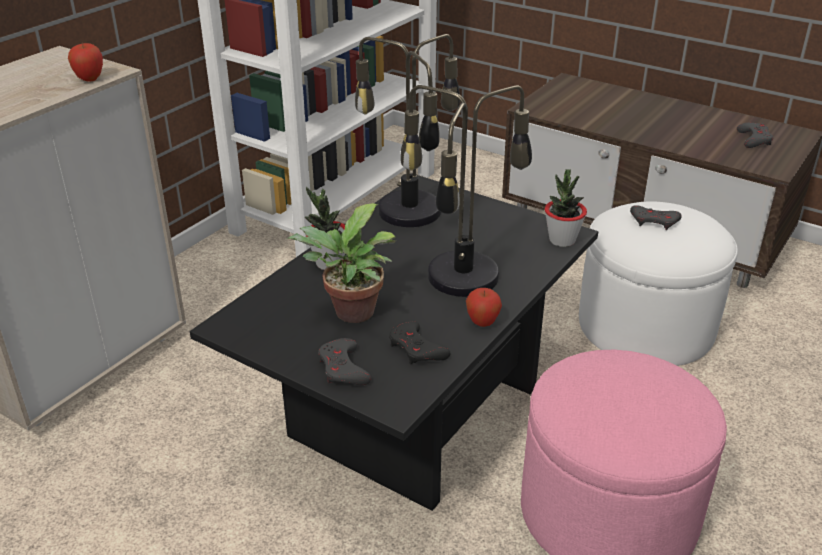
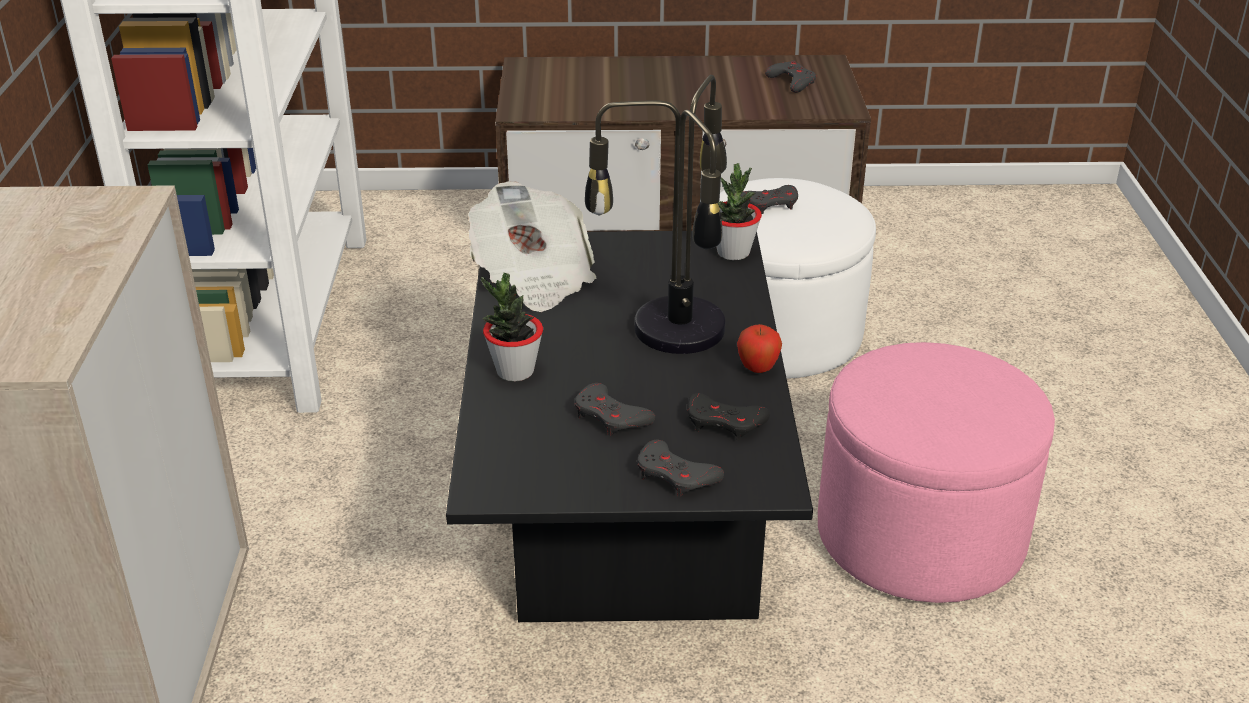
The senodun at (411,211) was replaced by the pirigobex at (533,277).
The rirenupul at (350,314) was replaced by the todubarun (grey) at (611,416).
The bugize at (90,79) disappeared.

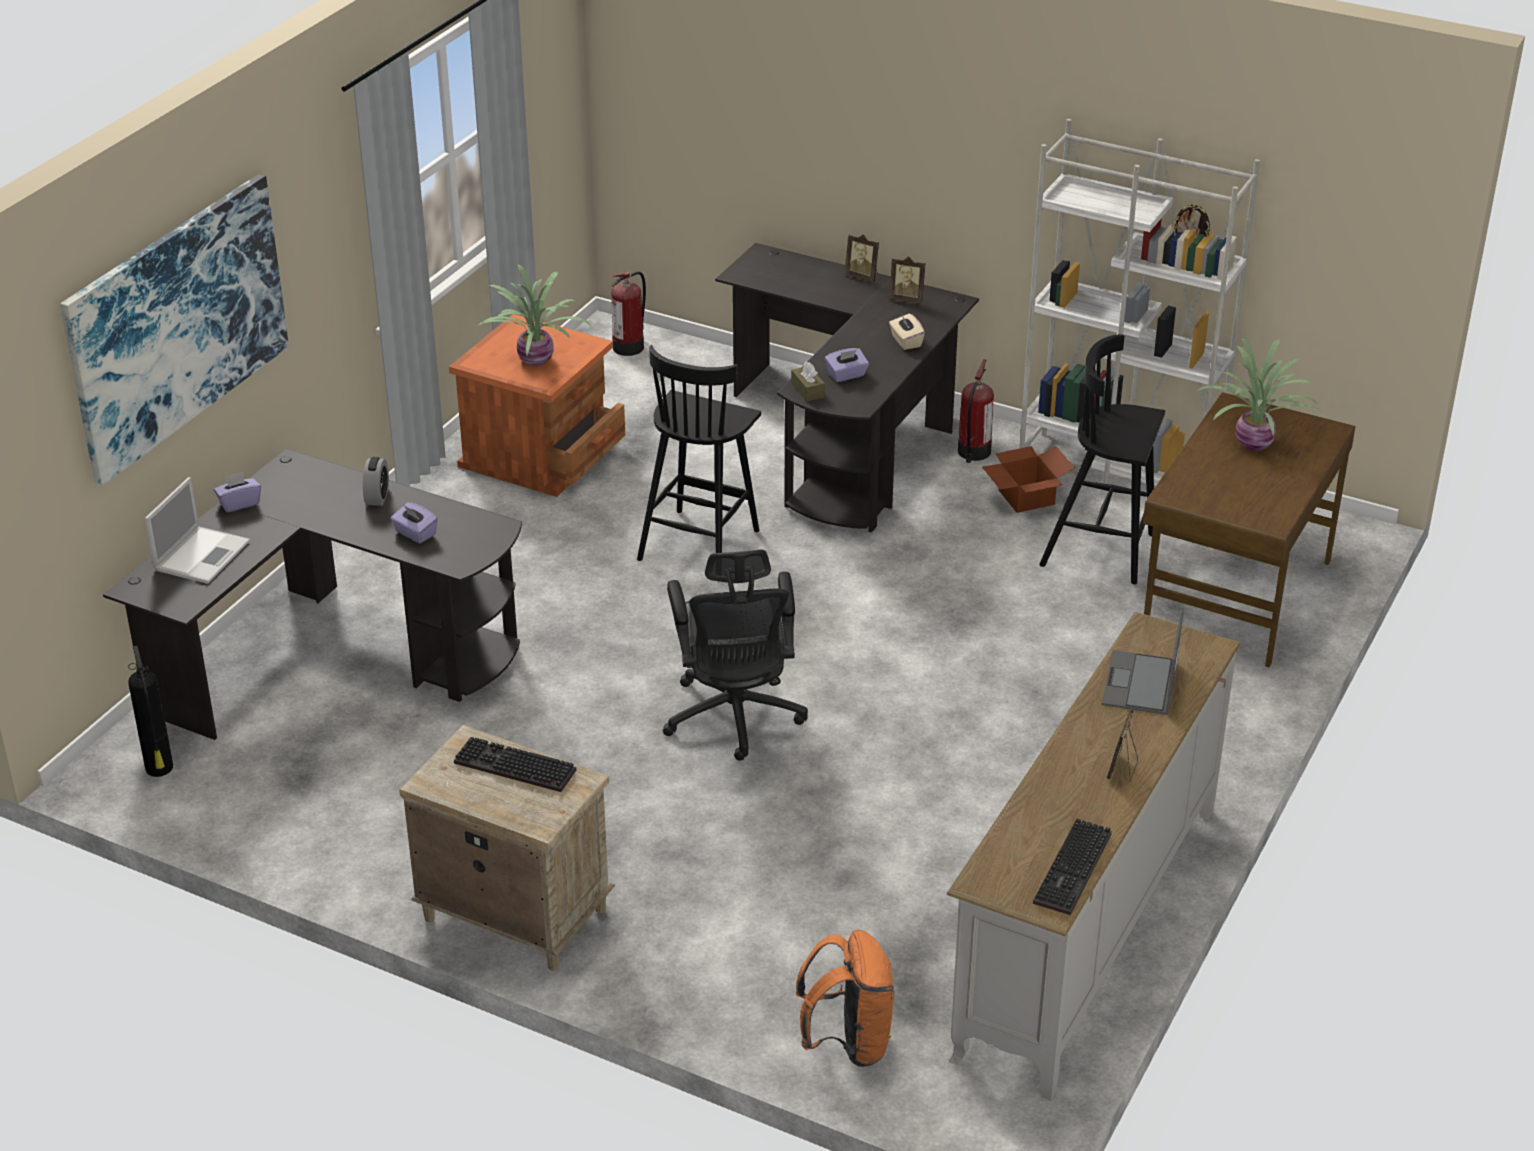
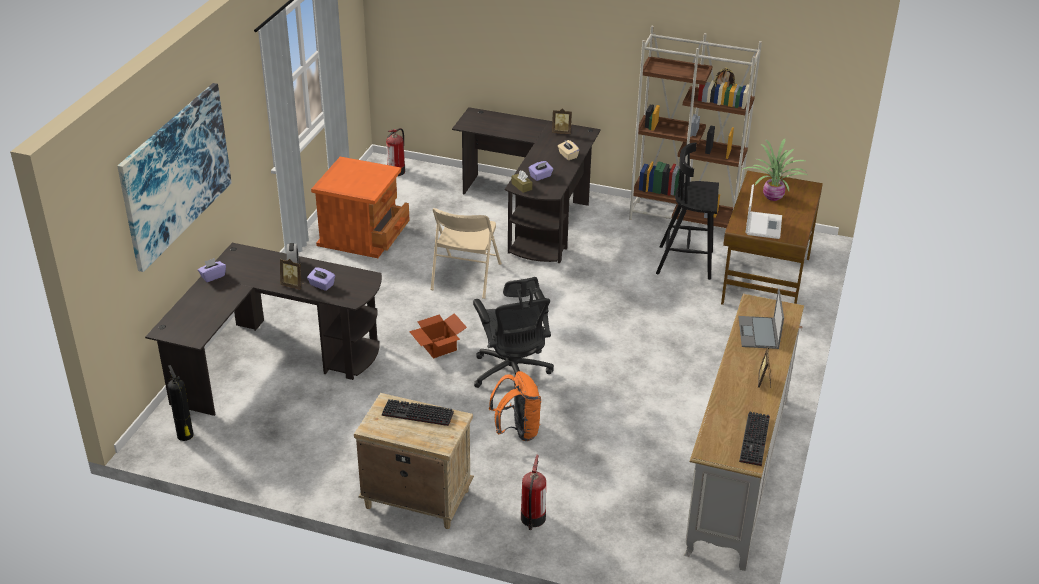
The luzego moved from (863,276) to (293,285).
The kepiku moved from (1024,497) to (437,347).
The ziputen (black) at (700,542) was replaced by the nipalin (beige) at (466,277).
The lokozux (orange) moved from (848,1043) to (517,431).
The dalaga moved from (973,452) to (532,519).
The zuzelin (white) at (1118,472) became the zuzelin (brown) at (684,219).
The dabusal moved from (203,554) to (763,225).
The rirenupul at (534,361) disappeared.

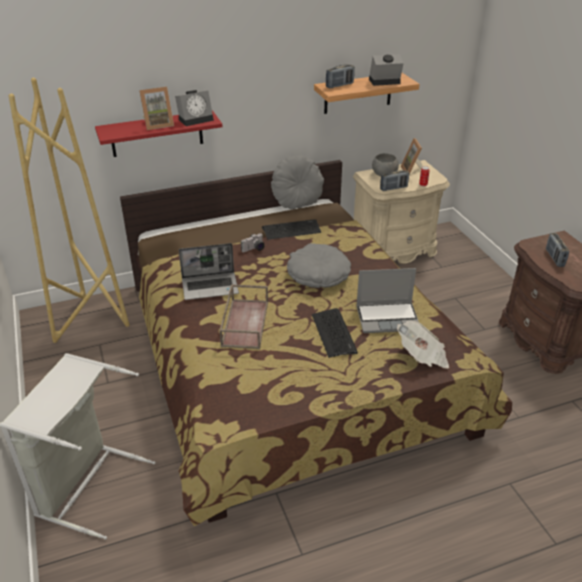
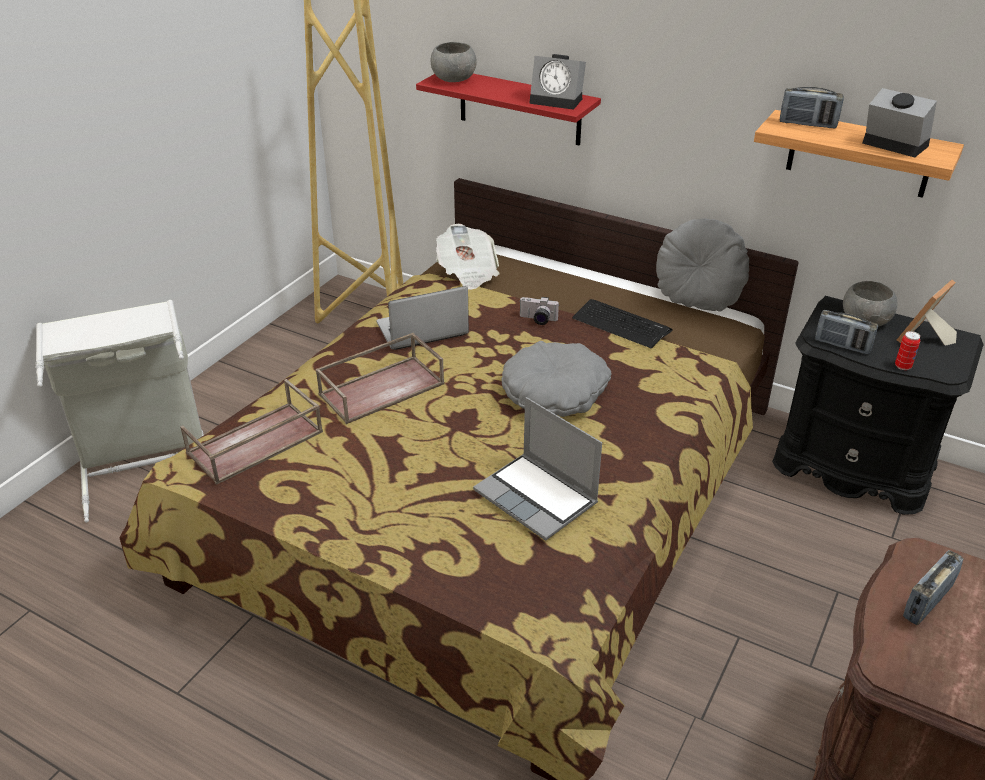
The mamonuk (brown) at (255,444) appeared.
The dabusal at (210,286) turned 120 degrees clockwise.
The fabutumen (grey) at (454,79) appeared.
The pirigobex moved from (422,356) to (468,272).
The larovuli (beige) at (395,250) became the larovuli (black) at (853,468).
The luzego at (158,124) disappeared.
The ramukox at (334,333) disappeared.

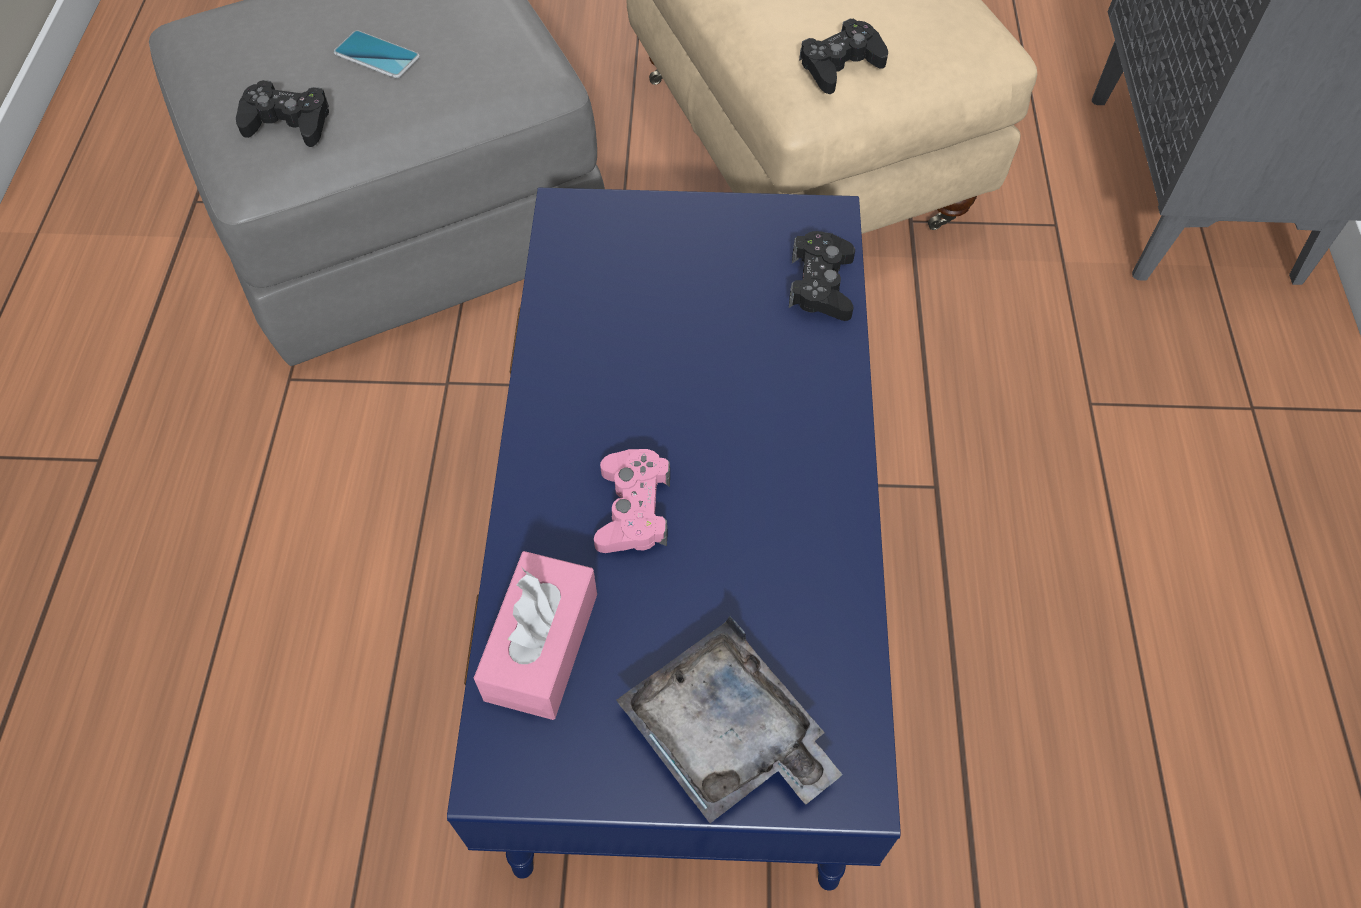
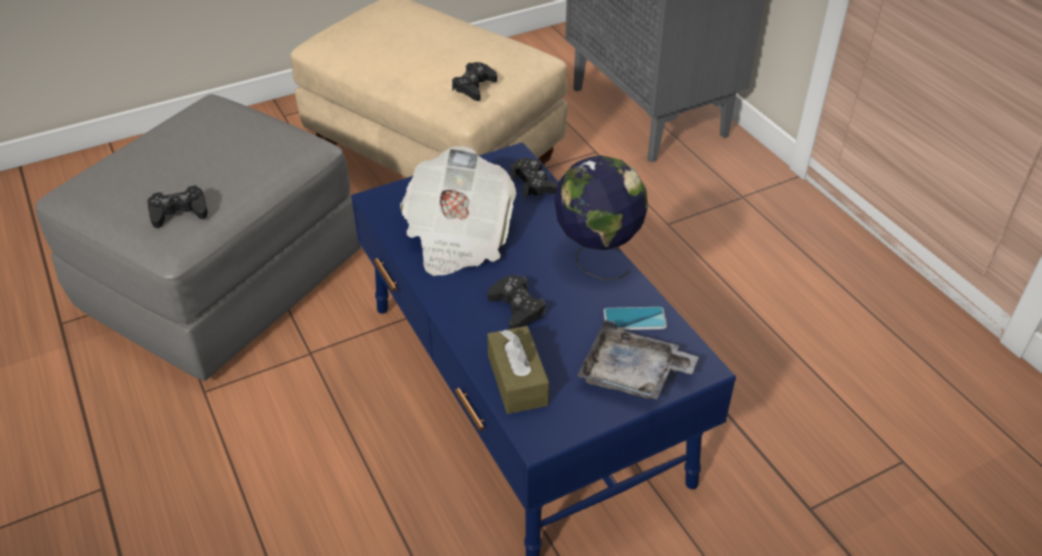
The pirigobex at (458,237) appeared.
The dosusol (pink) at (541,646) became the dosusol (brown) at (517,380).
The todubarun (pink) at (633,509) became the todubarun (black) at (516,308).
The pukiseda at (596,256) appeared.
The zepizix moved from (377,56) to (634,319).

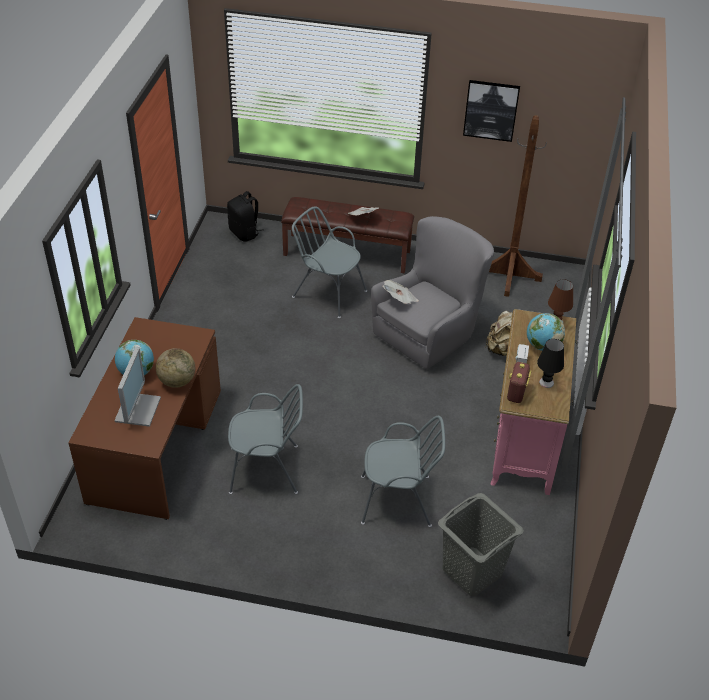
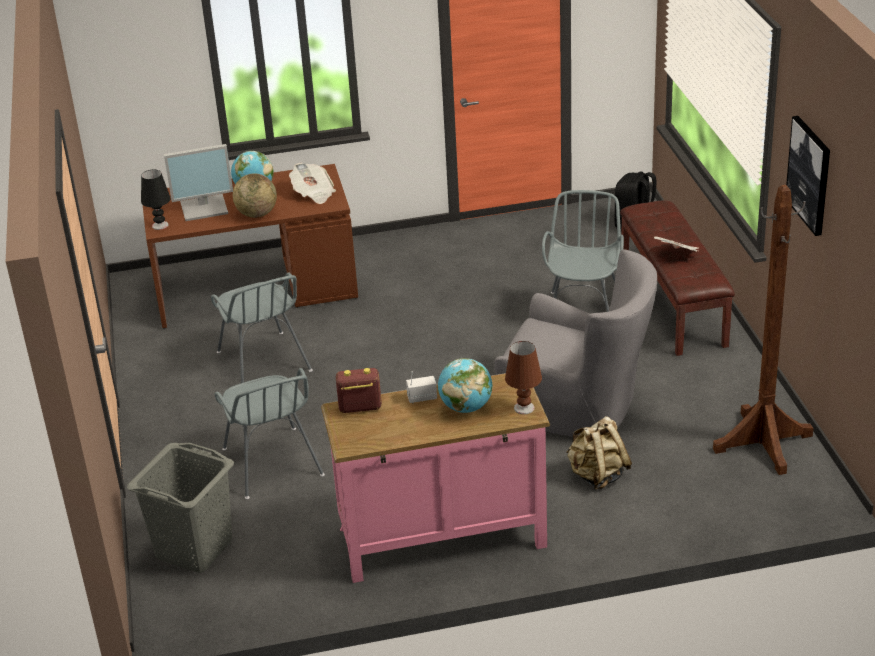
The senodun (black) moved from (546,382) to (160,225).
The pirigobex moved from (400,300) to (313,194).

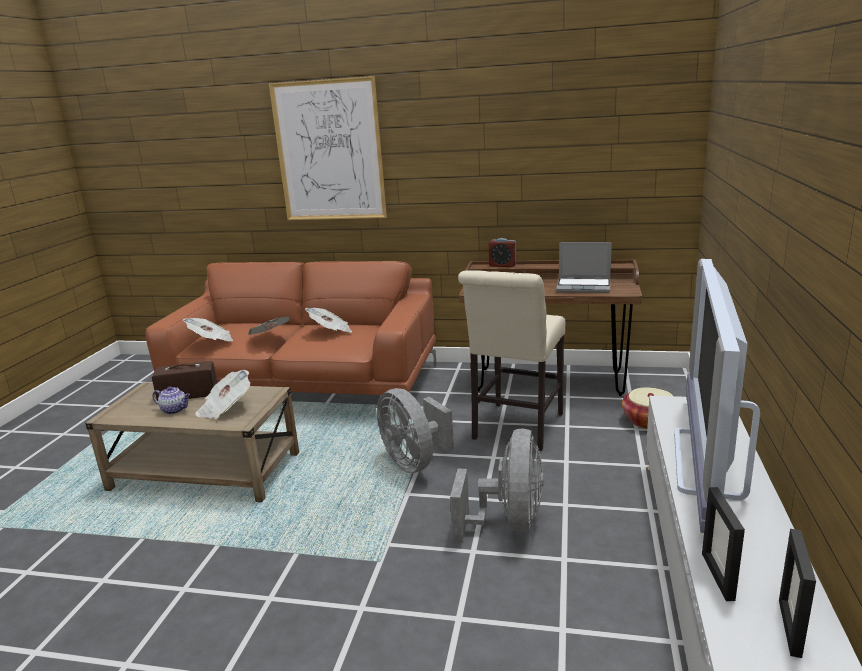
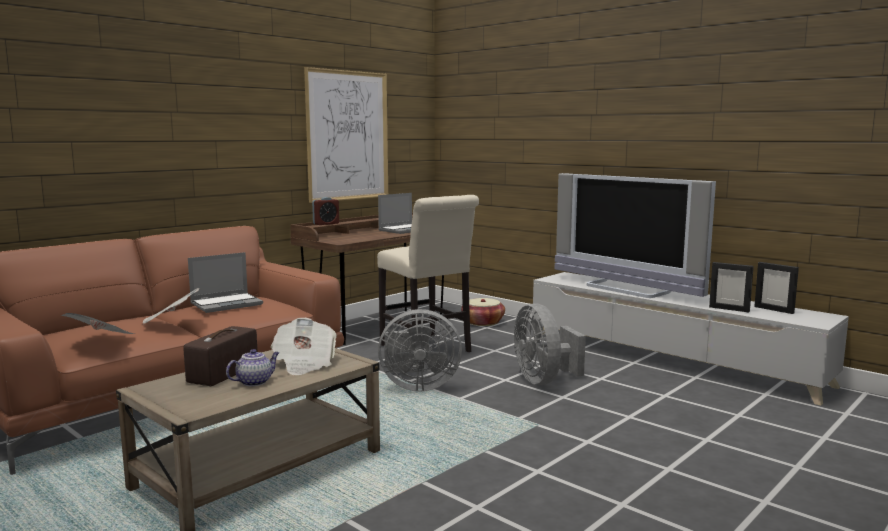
The pirigobex at (331,331) was replaced by the dabusal at (227,304).
The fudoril moved from (329,151) to (347,136).
The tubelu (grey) at (509,522) turned 150 degrees counterclockwise.

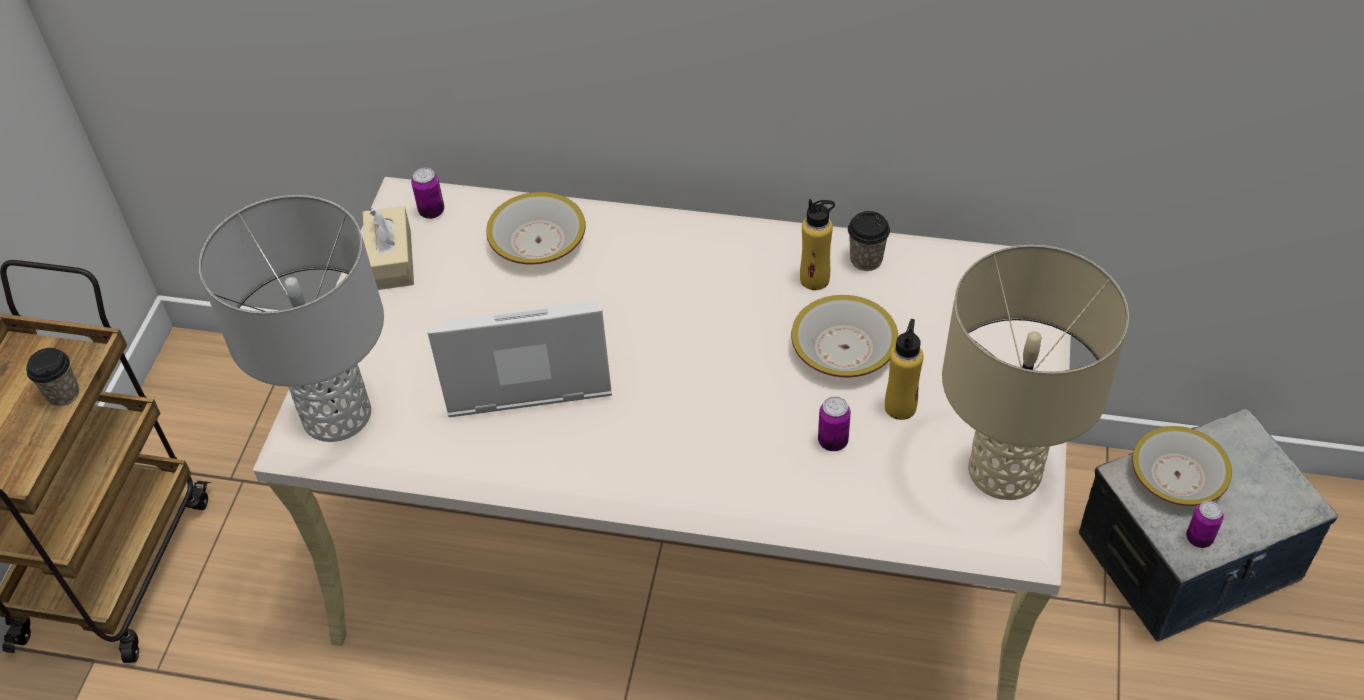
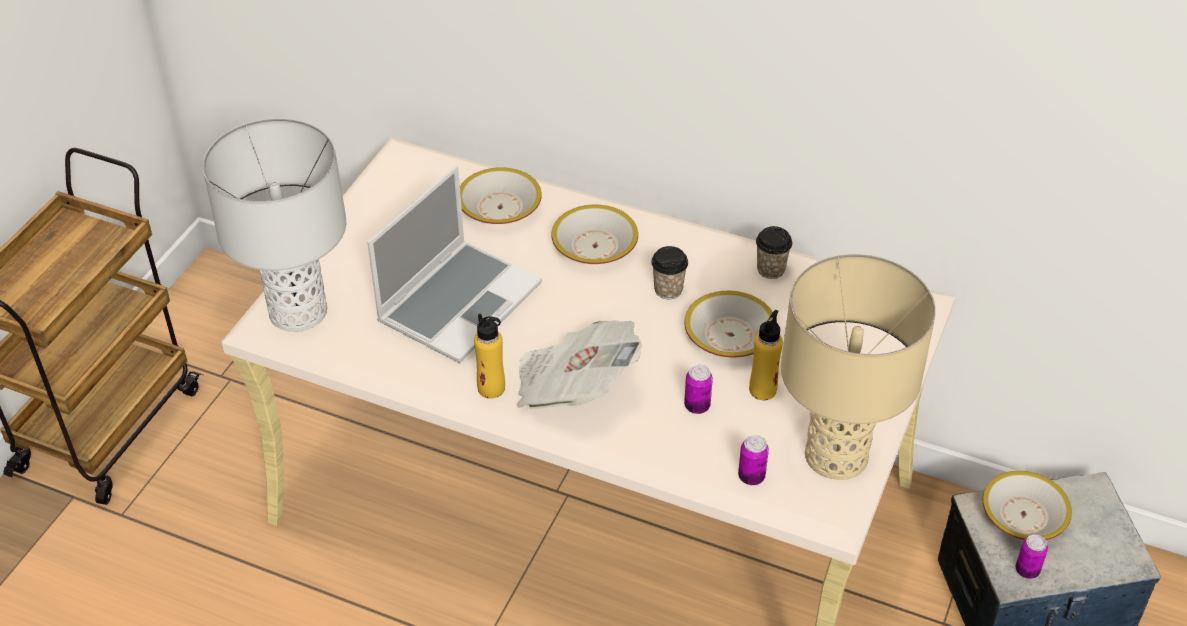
The dabusal at (524,365) turned 120 degrees clockwise.
The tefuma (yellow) moved from (815,279) to (491,388).
The pirigobex at (574,387) appeared.
The fabutumen at (595,247) appeared.
The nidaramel moved from (63,394) to (668,290).
The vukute moved from (431,211) to (751,477).
The dosusol (beige) at (391,259) disappeared.

